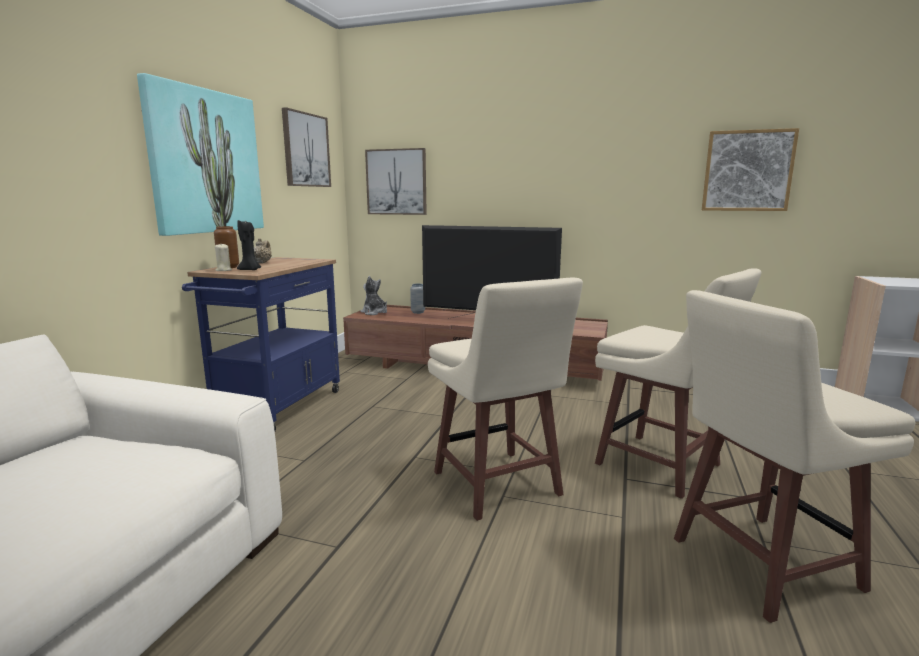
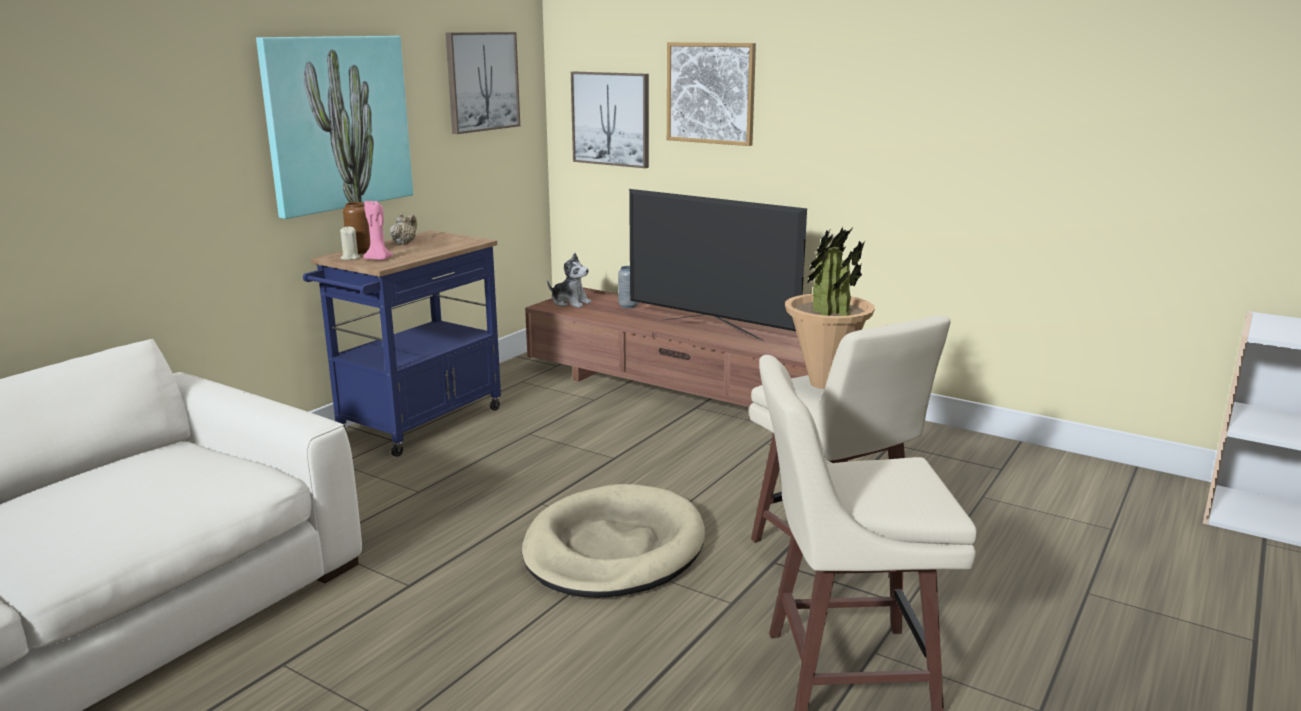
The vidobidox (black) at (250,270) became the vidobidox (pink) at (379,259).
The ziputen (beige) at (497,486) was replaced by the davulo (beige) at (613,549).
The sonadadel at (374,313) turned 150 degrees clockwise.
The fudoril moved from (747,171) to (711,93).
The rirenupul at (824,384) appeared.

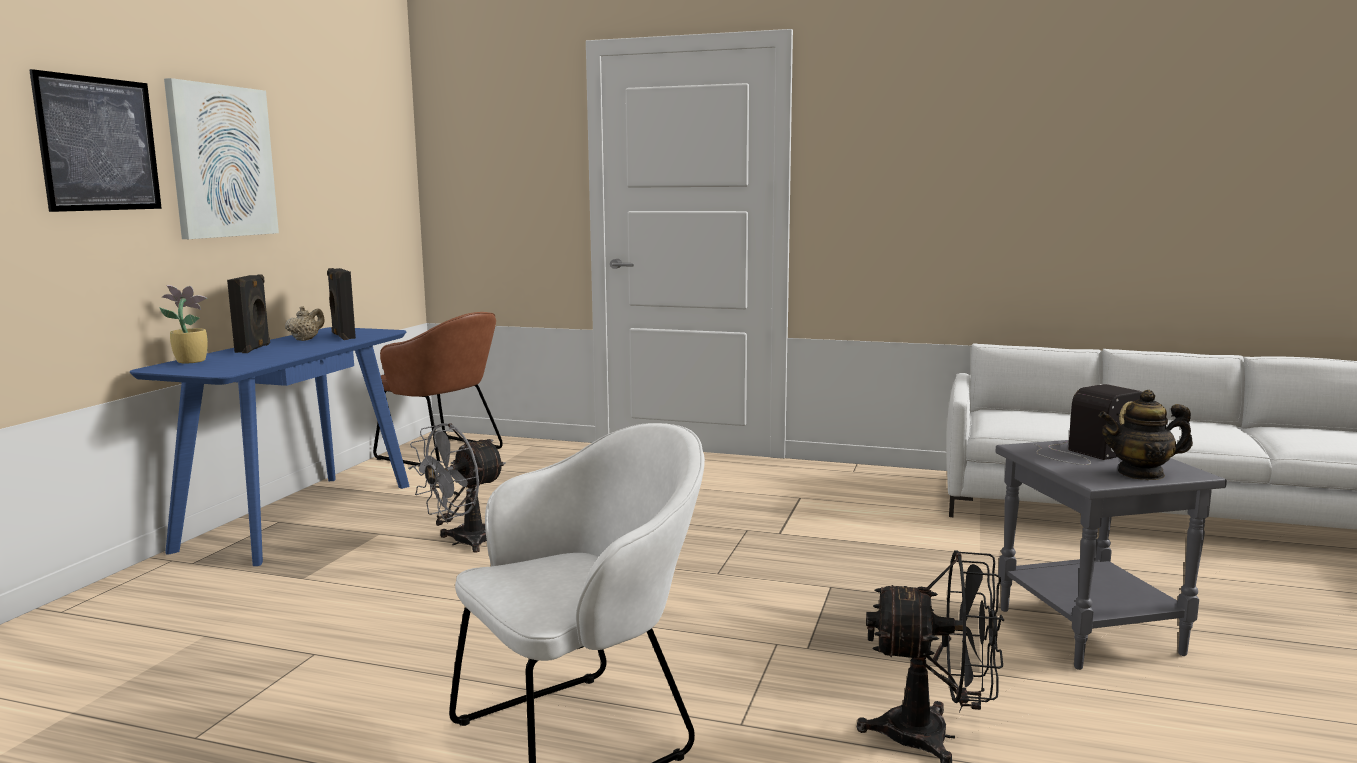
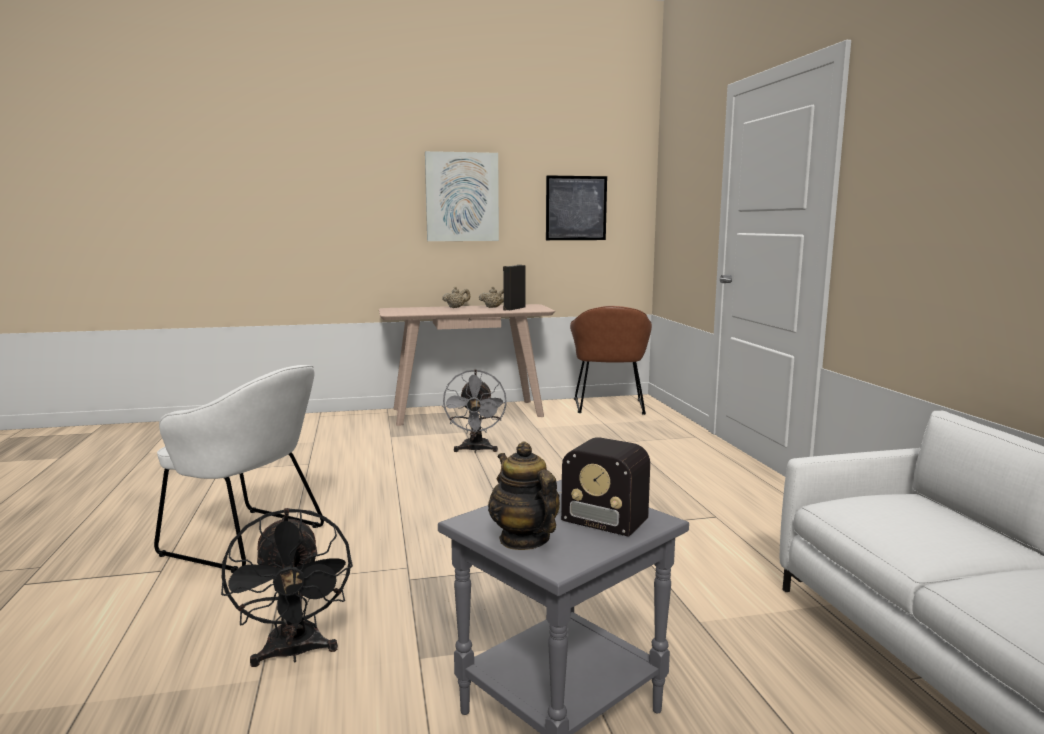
The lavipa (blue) at (298,516) became the lavipa (beige) at (467,412).
The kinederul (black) at (254,348) was replaced by the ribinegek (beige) at (456,307).
The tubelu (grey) at (463,542) turned 105 degrees counterclockwise.
The fudoril moved from (99,144) to (576,208).
The rirenupul at (190,361) disappeared.

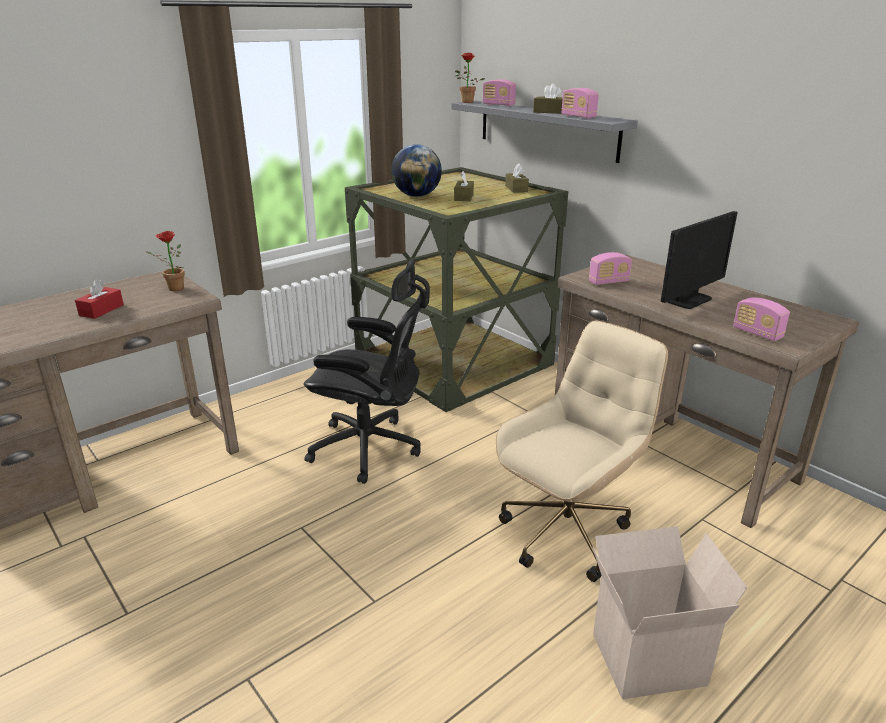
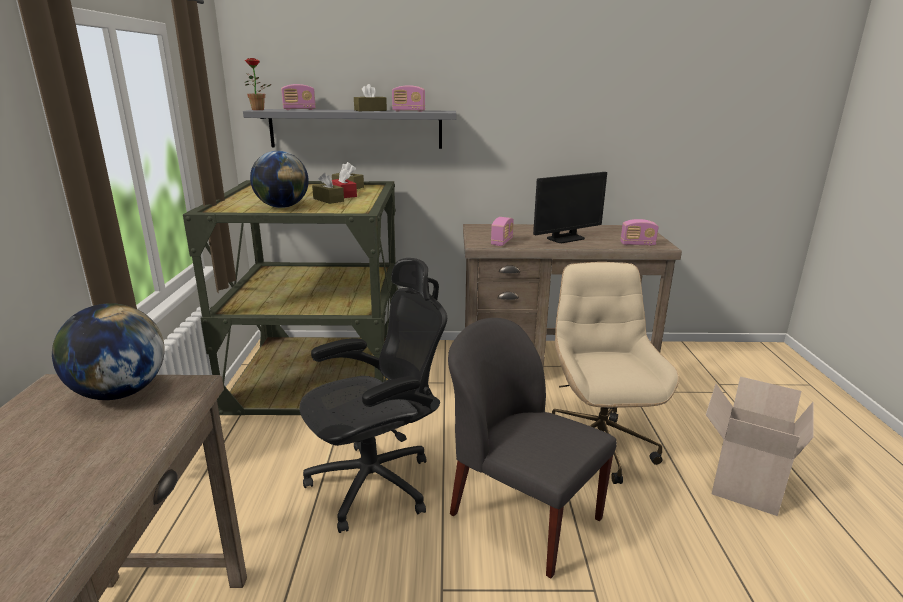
The rirenupul at (173,289) was replaced by the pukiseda at (120,393).
The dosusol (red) moved from (101,310) to (344,194).
The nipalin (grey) at (522,515) appeared.
The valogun at (688,300) turned 60 degrees clockwise.

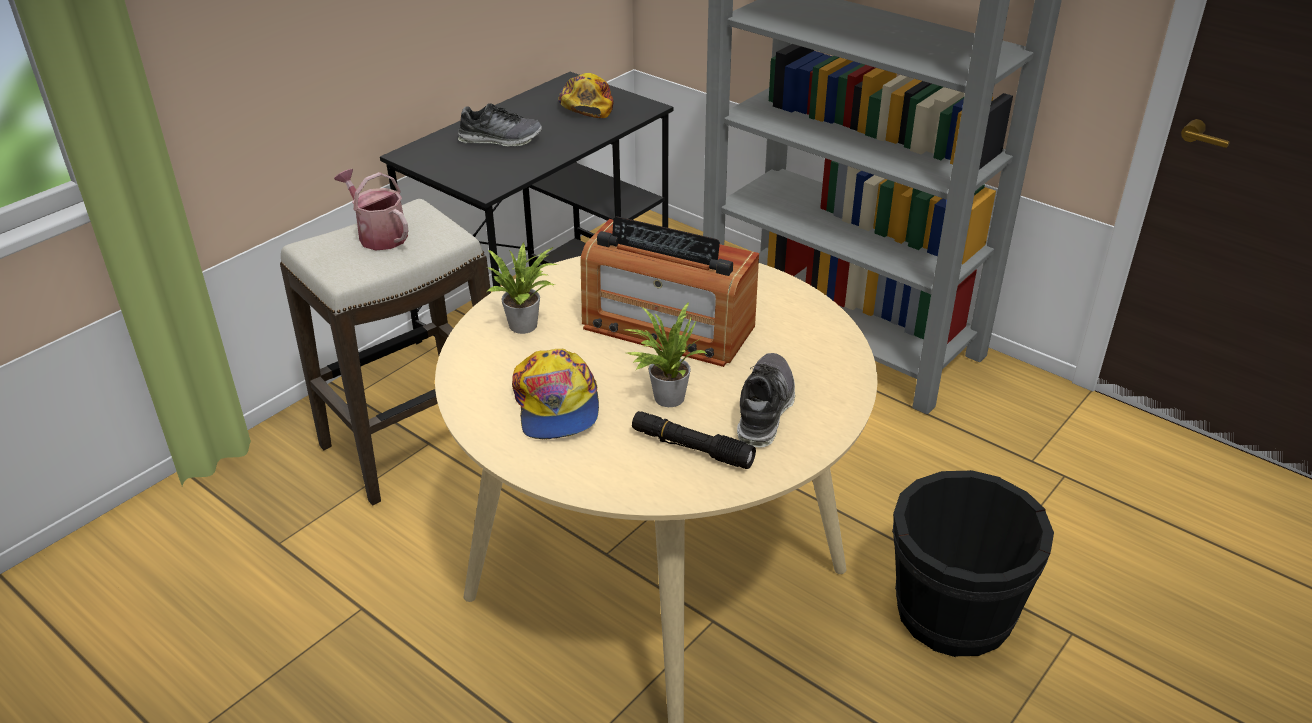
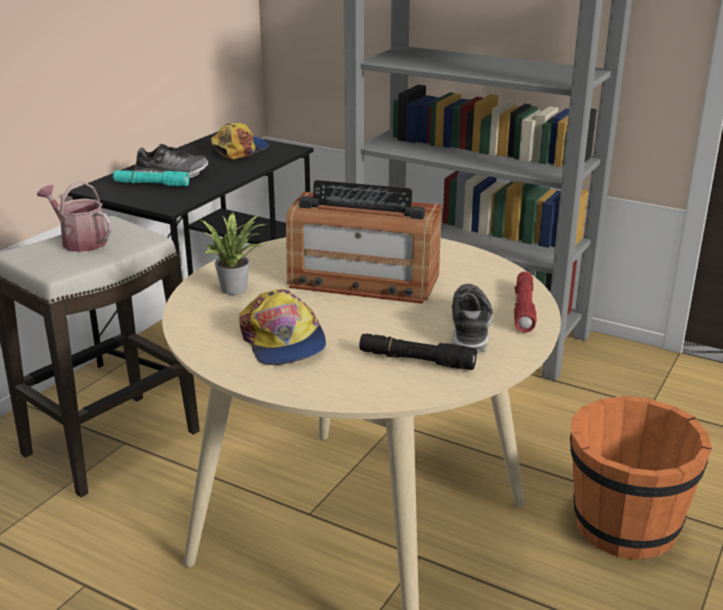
The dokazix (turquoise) at (151,184) appeared.
The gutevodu at (586,104) turned 45 degrees clockwise.
The dokazix (red) at (524,308) appeared.
The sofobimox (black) at (952,614) became the sofobimox (orange) at (624,526).
The rirenupul at (665,397) disappeared.

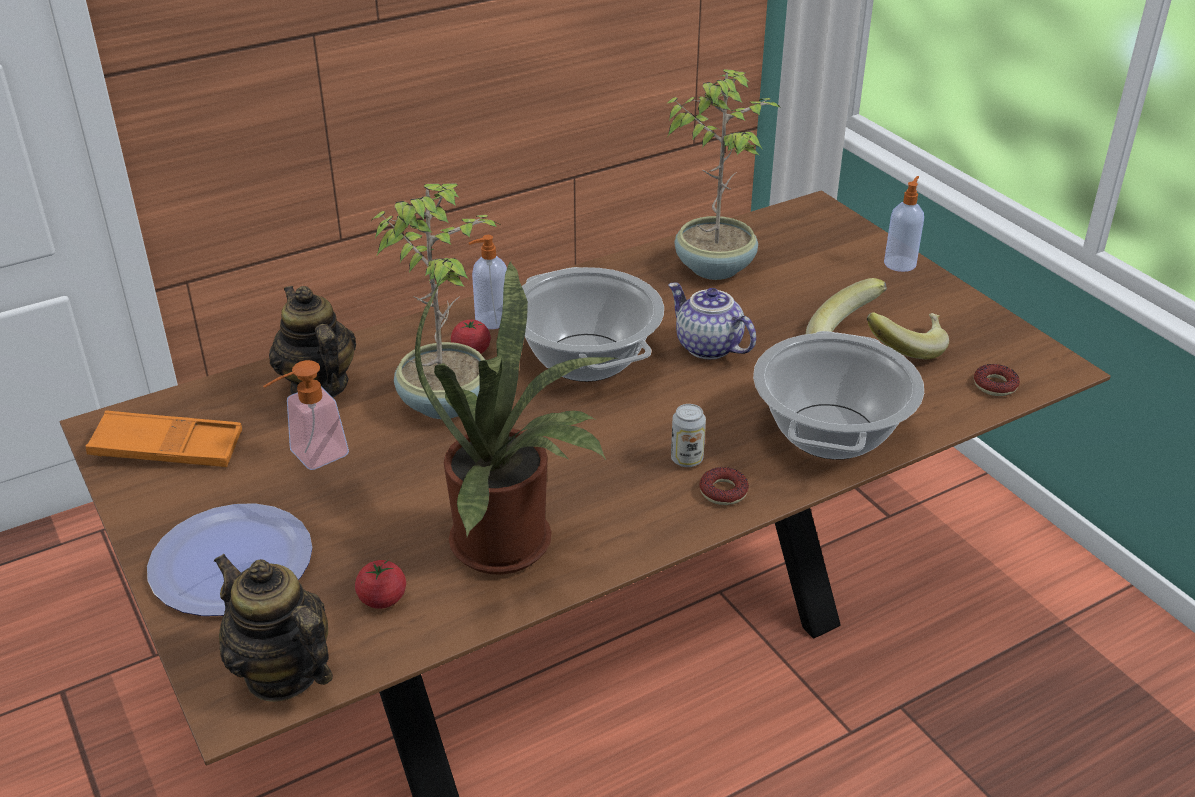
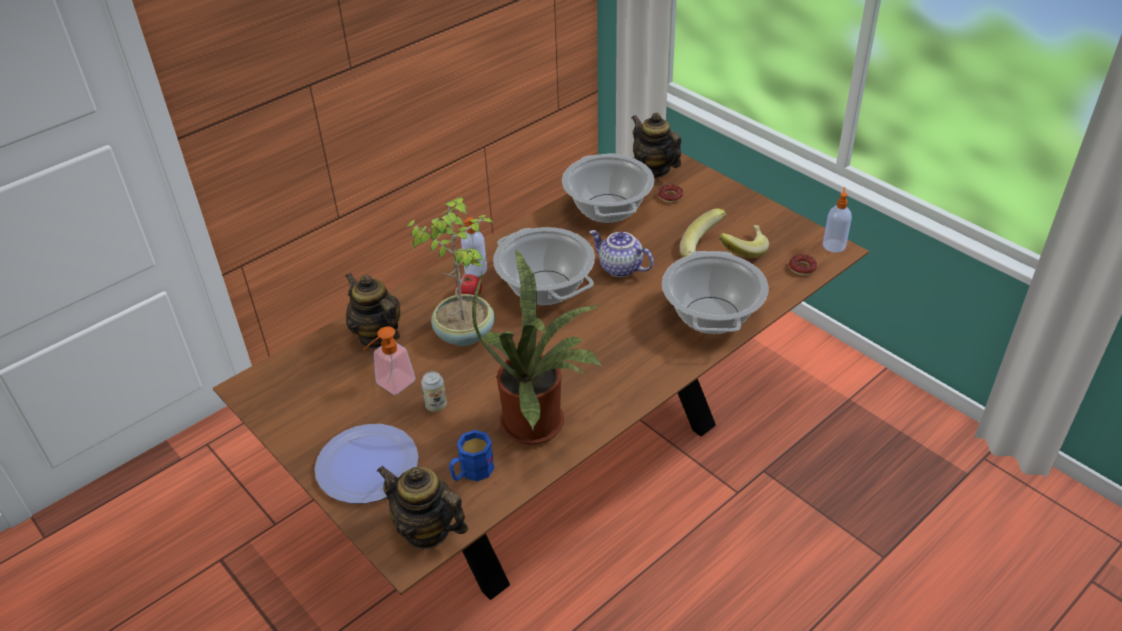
The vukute moved from (687,459) to (436,405).
The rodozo at (382,599) was replaced by the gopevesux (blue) at (471,472).
The rirenupul at (715,266) was replaced by the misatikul at (608,209).
The ribinegek at (654,169) appeared.
The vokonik moved from (723,492) to (670,197).
The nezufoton moved from (900,263) to (834,245).
The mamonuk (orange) at (168,448) disappeared.

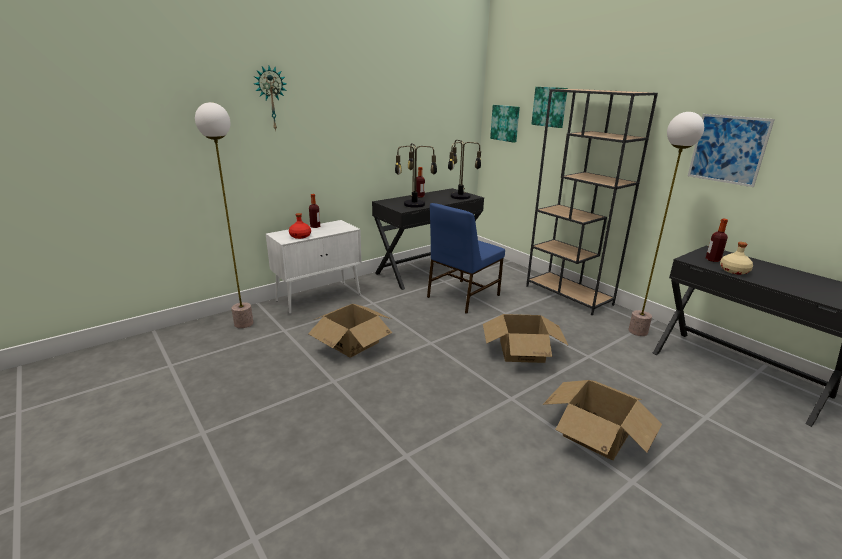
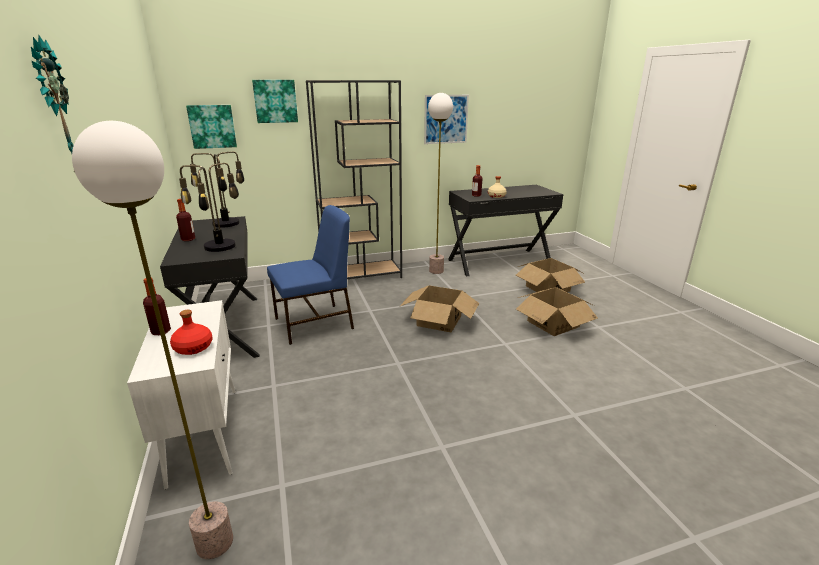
The nipalin (blue) at (462,296) turned 90 degrees counterclockwise.
The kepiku moved from (352,343) to (548,288).

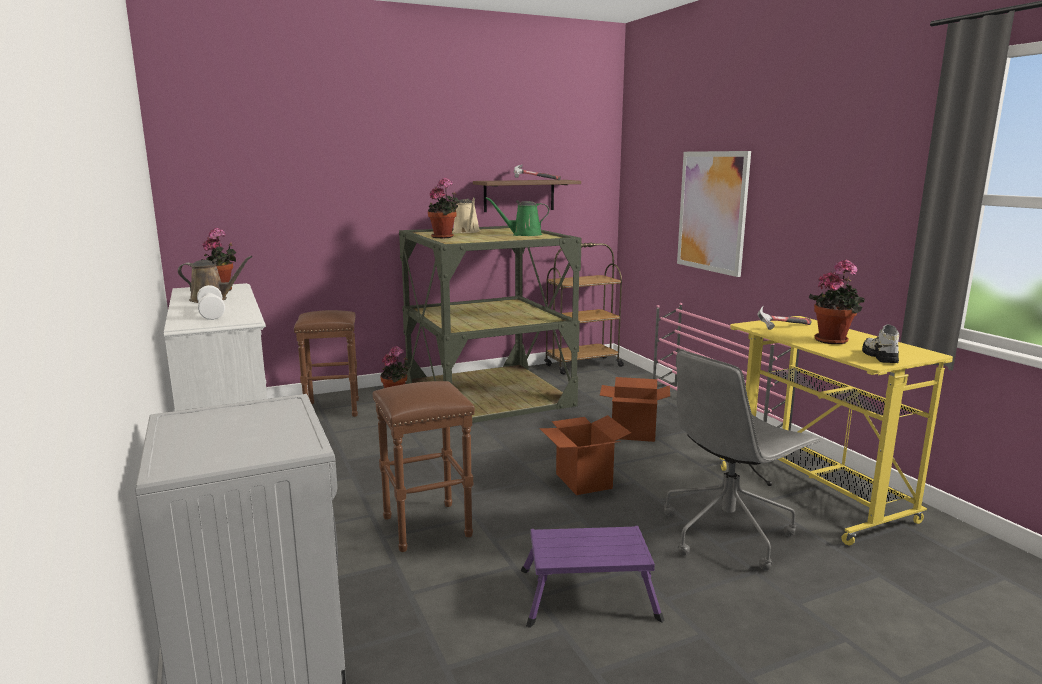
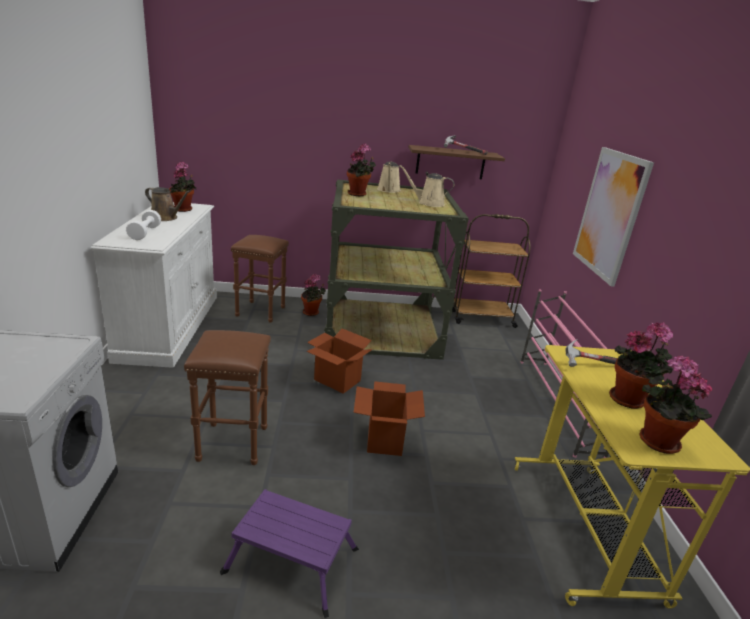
The kepiku moved from (633,433) to (337,380).
The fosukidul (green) at (523,235) became the fosukidul (beige) at (428,203).
The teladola at (879,356) was replaced by the rirenupul at (655,442).
The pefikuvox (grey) at (730,533) disappeared.

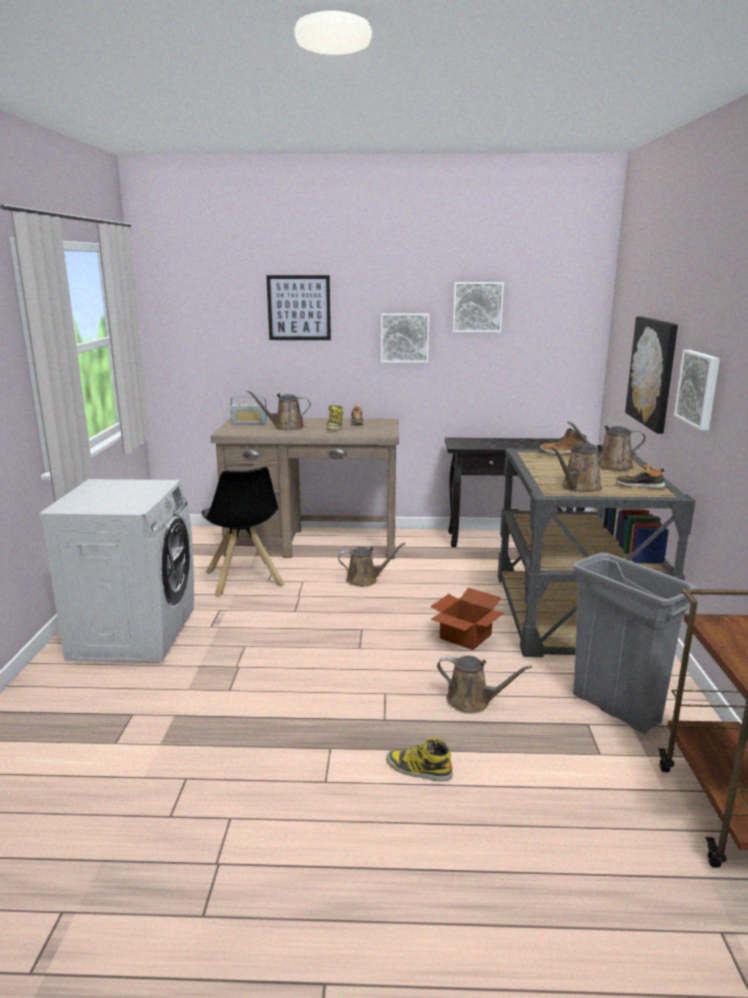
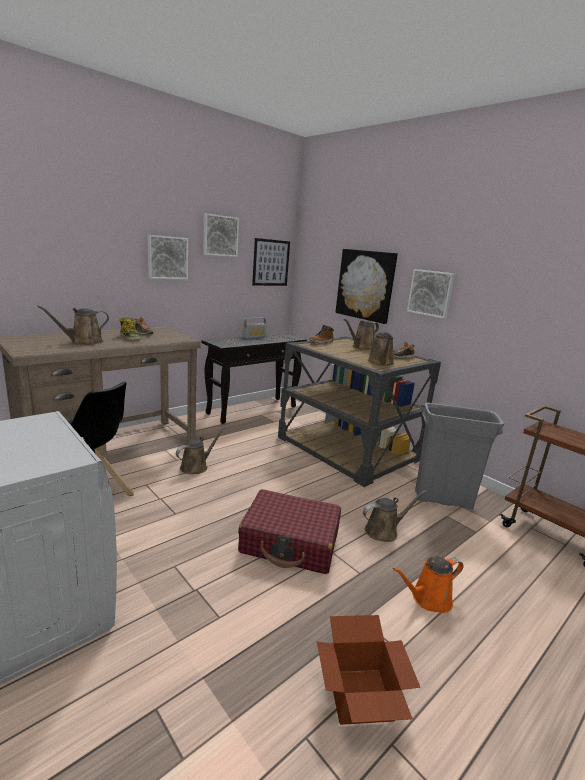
The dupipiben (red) at (290,542) appeared.
The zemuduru moved from (249,423) to (254,337).
The fudoril moved from (299,308) to (271,263).
The kepiku moved from (464,637) to (359,697).
The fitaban at (418,769) was replaced by the fosukidul (orange) at (428,599).

